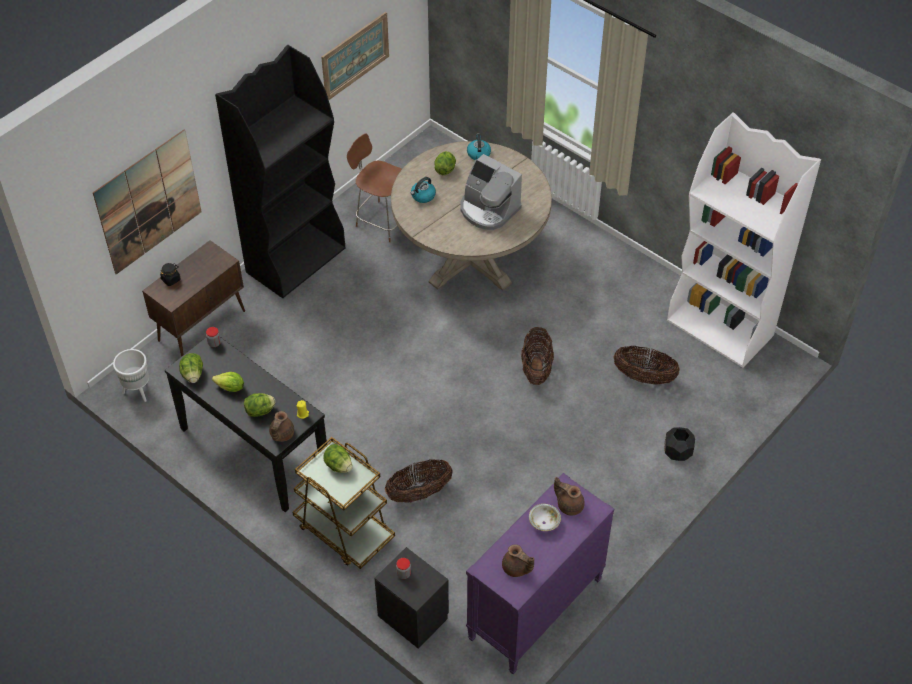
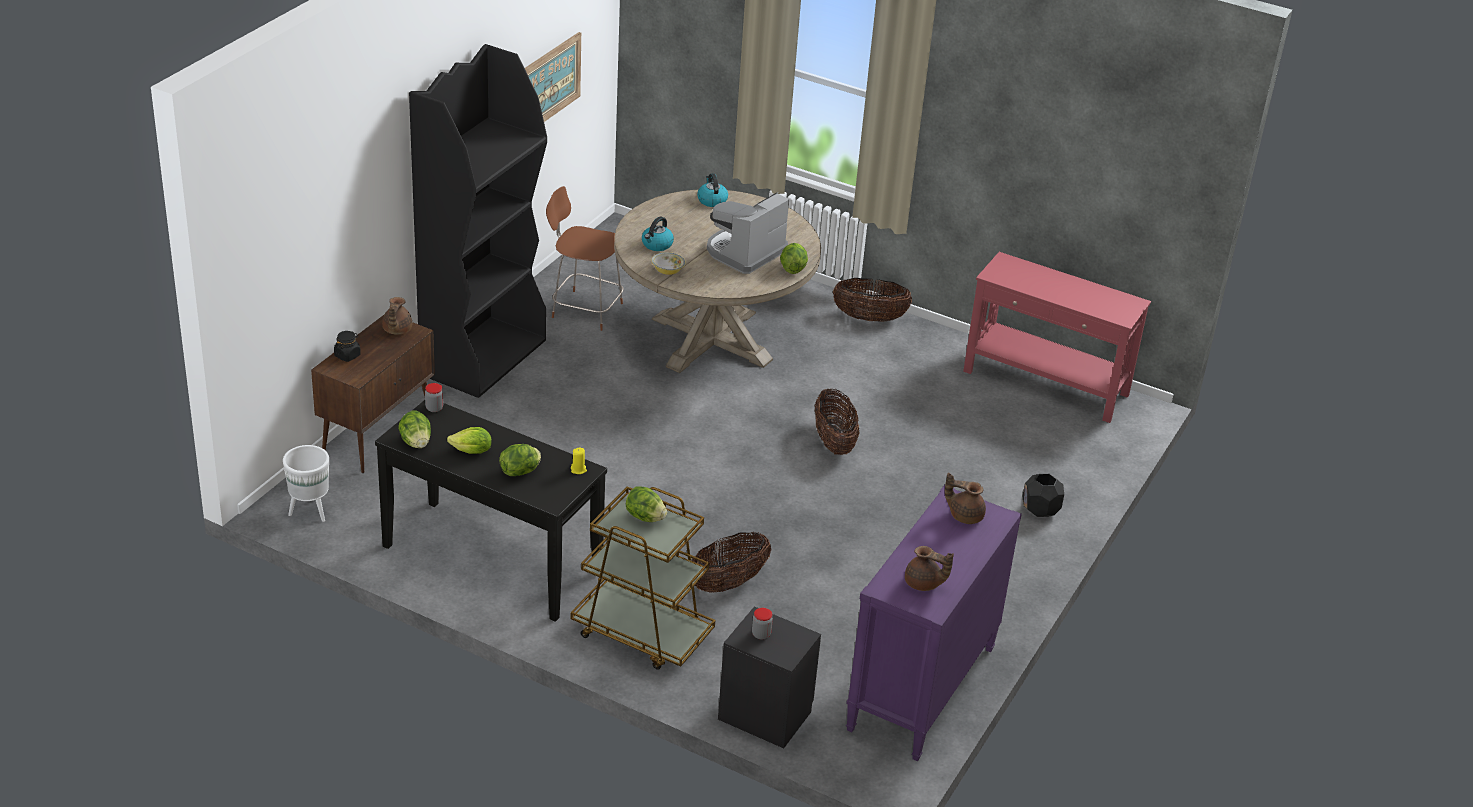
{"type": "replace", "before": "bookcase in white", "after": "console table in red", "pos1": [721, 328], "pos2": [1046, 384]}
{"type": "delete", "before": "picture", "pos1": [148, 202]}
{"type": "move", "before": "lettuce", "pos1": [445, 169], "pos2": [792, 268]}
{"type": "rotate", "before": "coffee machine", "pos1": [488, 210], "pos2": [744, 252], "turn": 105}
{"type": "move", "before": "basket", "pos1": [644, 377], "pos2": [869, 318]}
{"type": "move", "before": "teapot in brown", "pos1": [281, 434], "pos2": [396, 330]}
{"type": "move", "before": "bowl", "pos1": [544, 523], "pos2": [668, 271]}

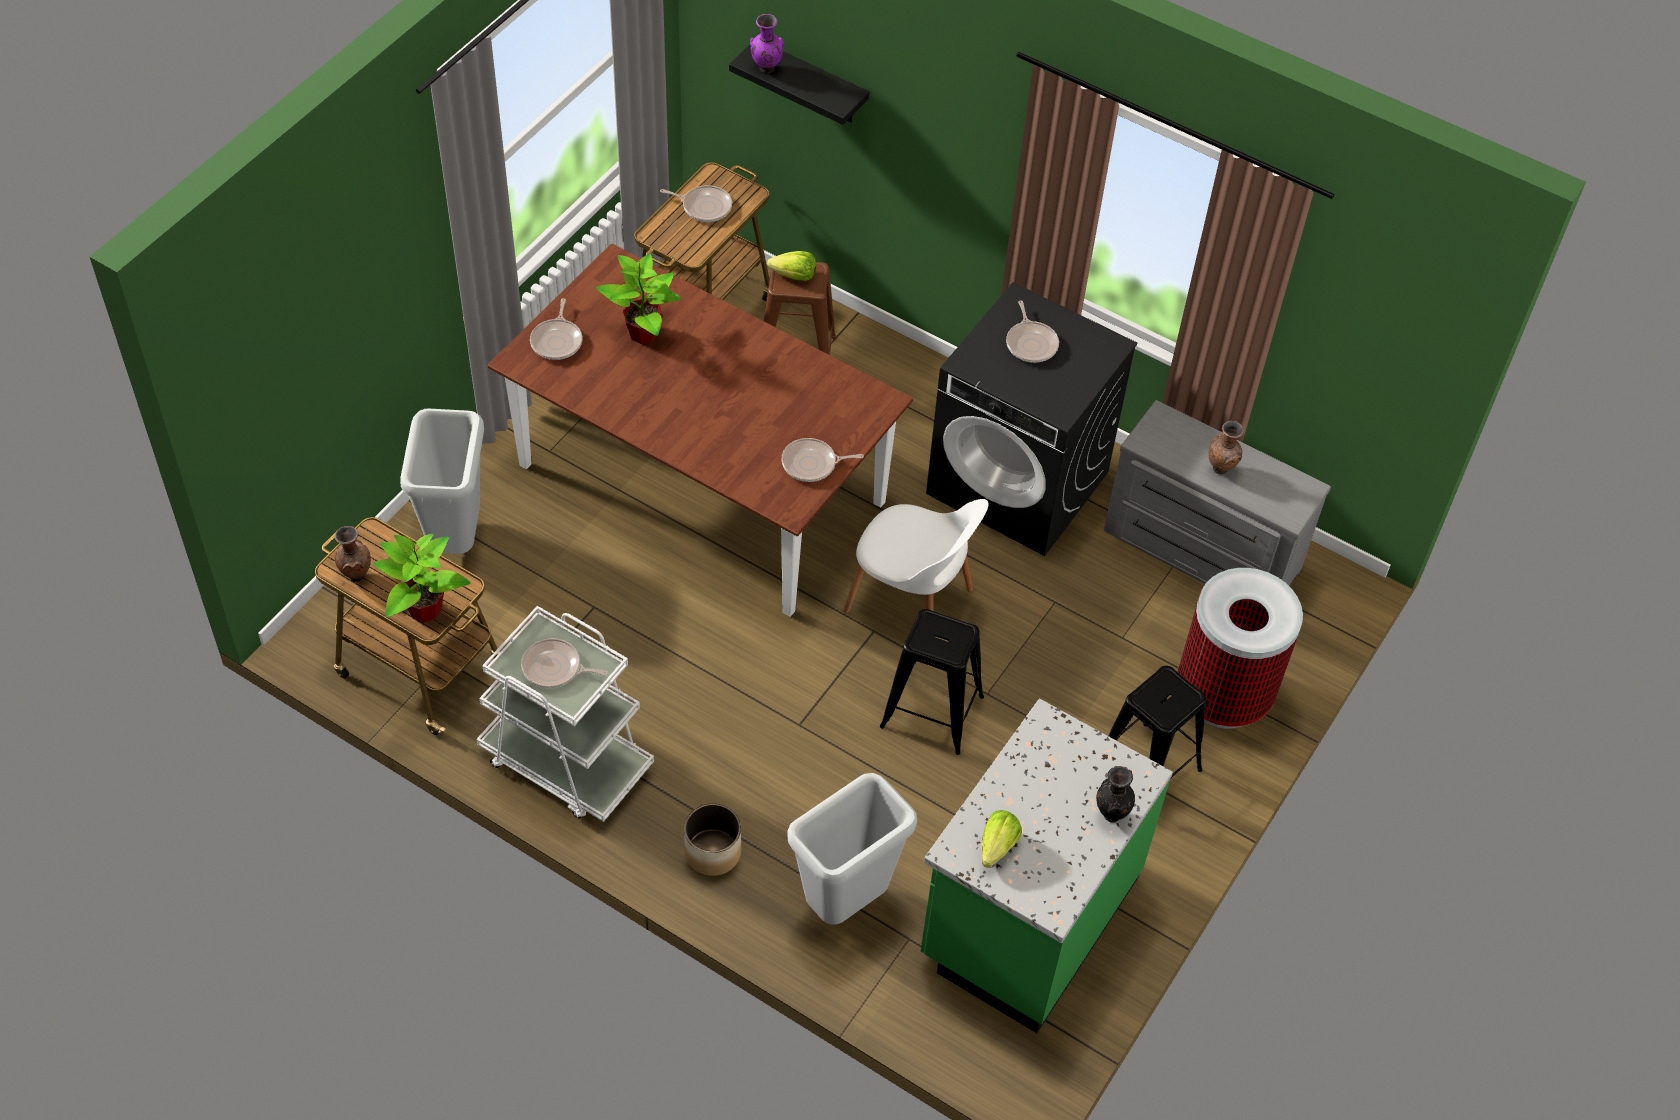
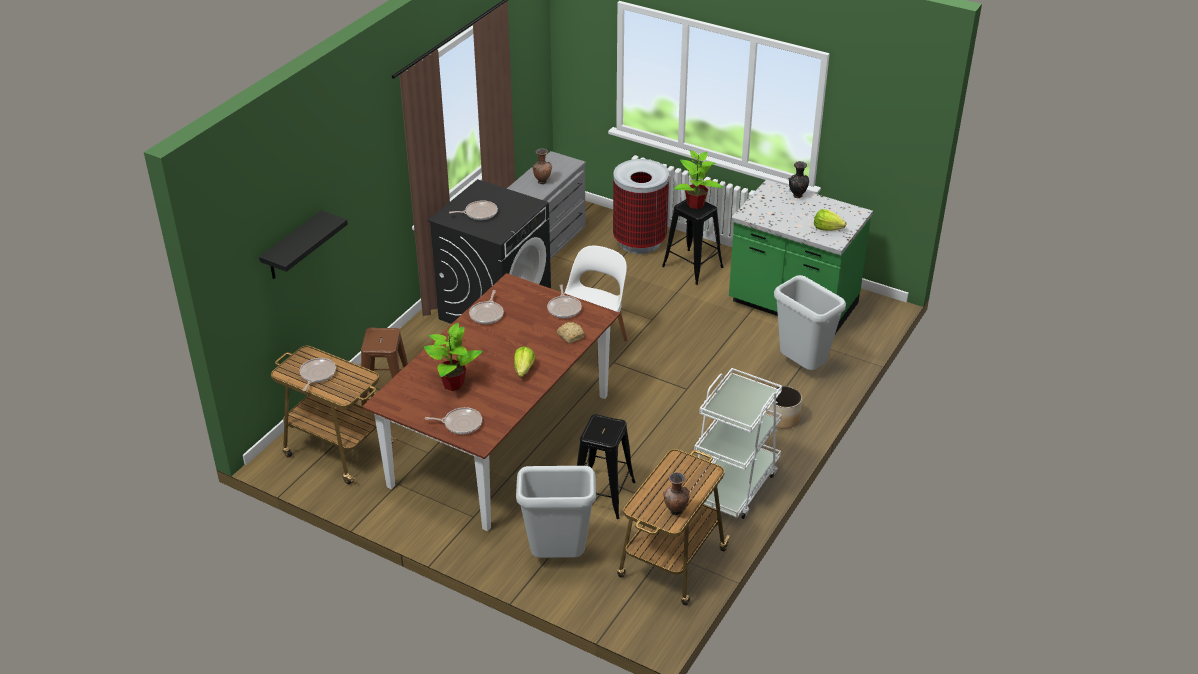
{"type": "delete", "before": "vase in purple", "pos1": [766, 69]}
{"type": "move", "before": "lettuce", "pos1": [794, 276], "pos2": [524, 370]}
{"type": "move", "before": "potted plant", "pos1": [424, 609], "pos2": [695, 204]}
{"type": "move", "before": "stool in black", "pos1": [932, 711], "pos2": [603, 494]}
{"type": "move", "before": "frying pan", "pos1": [555, 668], "pos2": [487, 314]}
{"type": "insert", "after": "bread", "pos2": [570, 336]}

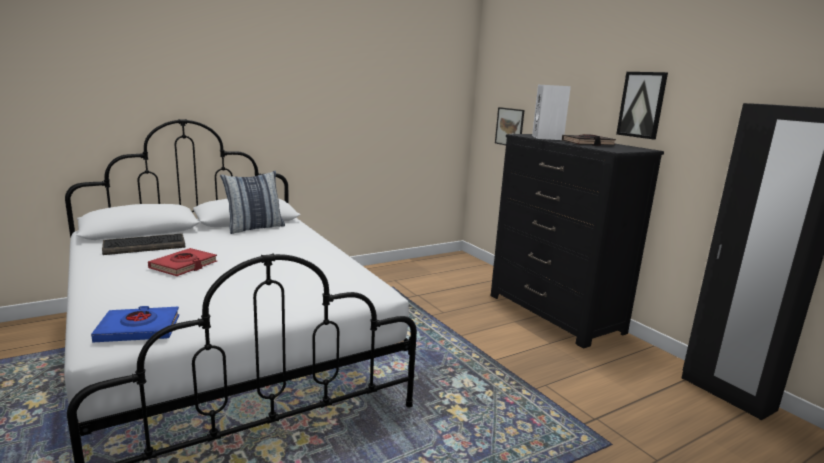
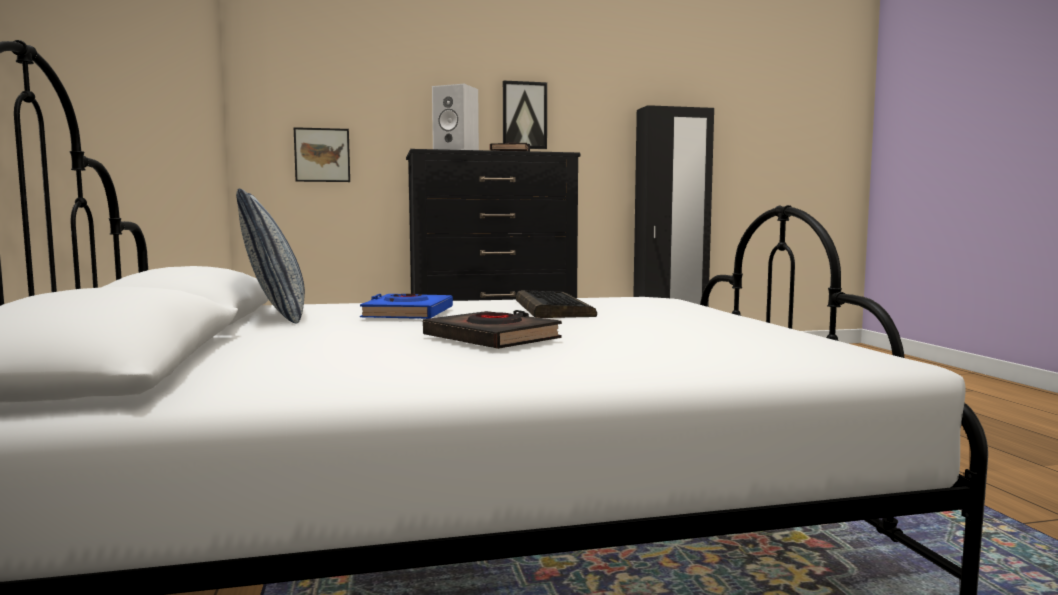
{"type": "move", "before": "keyboard", "pos1": [145, 246], "pos2": [551, 308]}
{"type": "recolor", "before": "book in red", "after": "book in black", "pos1": [184, 266], "pos2": [492, 339]}
{"type": "move", "before": "book in blue", "pos1": [139, 329], "pos2": [408, 314]}

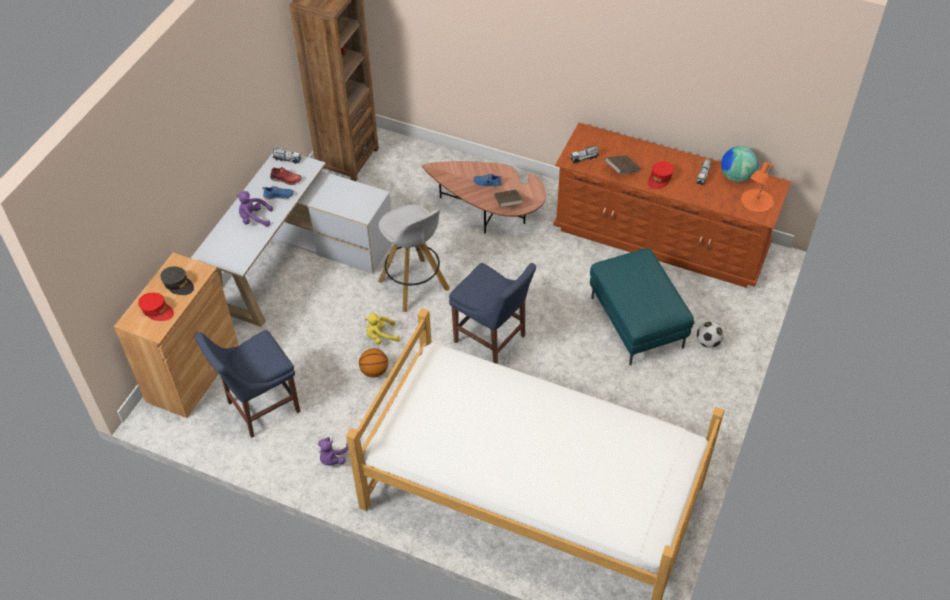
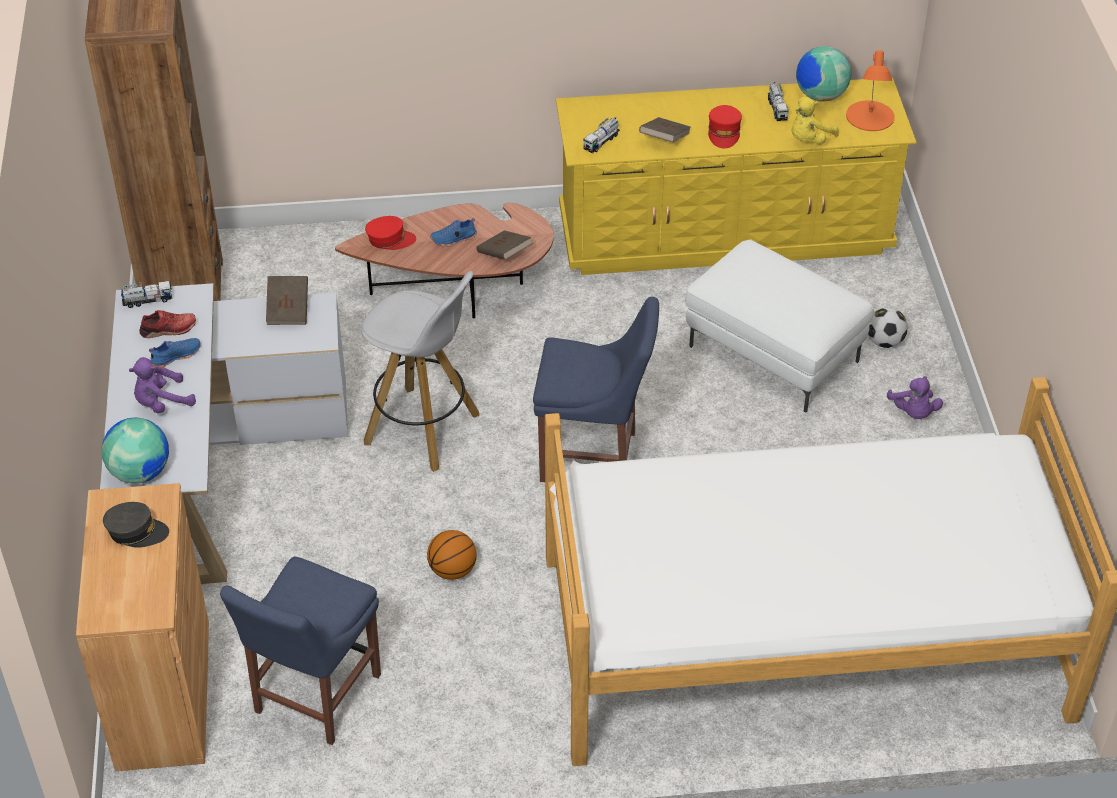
{"type": "recolor", "before": "dresser in brown", "after": "dresser in yellow", "pos1": [660, 238], "pos2": [725, 233]}
{"type": "recolor", "before": "ottoman in turquoise", "after": "ottoman in white", "pos1": [635, 322], "pos2": [772, 354]}
{"type": "move", "before": "cap in red", "pos1": [157, 310], "pos2": [390, 239]}
{"type": "move", "before": "plush toy in yellow", "pos1": [381, 336], "pos2": [809, 139]}
{"type": "move", "before": "plush toy in purple", "pos1": [332, 458], "pos2": [913, 412]}
{"type": "insert", "after": "book in brown", "pos2": [288, 310]}
{"type": "insert", "after": "globe", "pos2": [140, 472]}

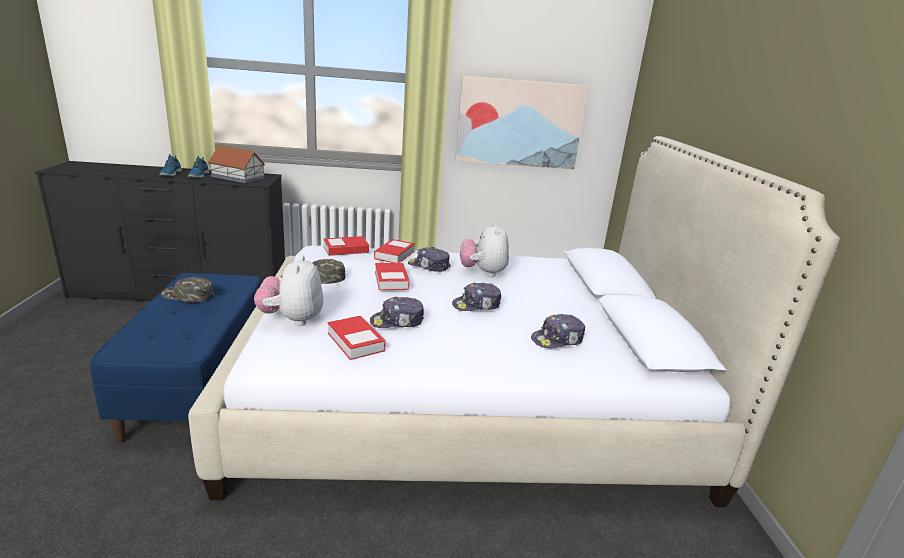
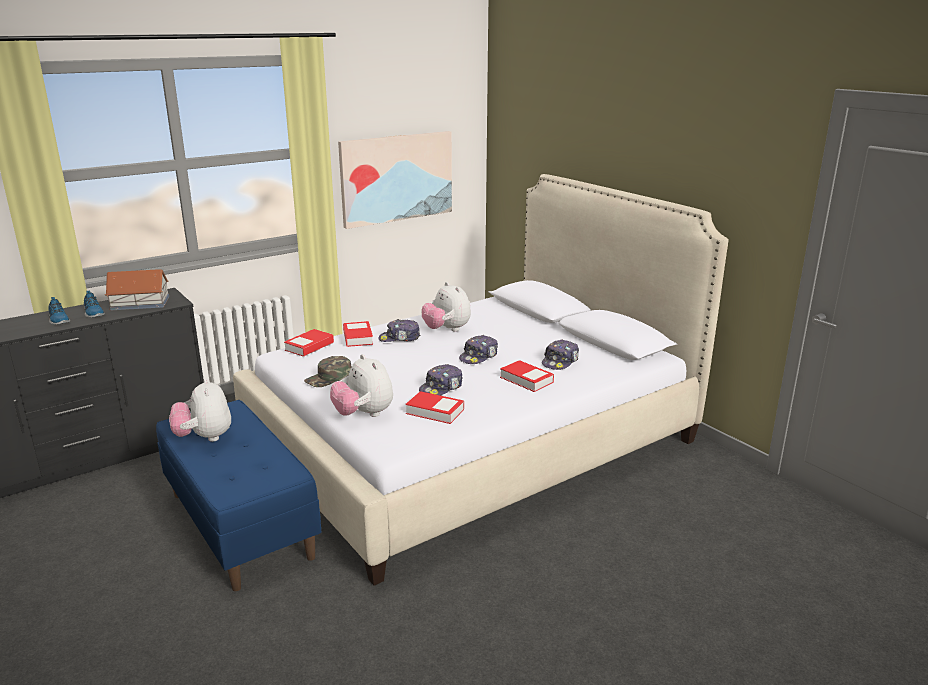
{"type": "move", "before": "book", "pos1": [391, 280], "pos2": [526, 380]}
{"type": "replace", "before": "cap in green", "after": "plush toy", "pos1": [188, 295], "pos2": [204, 437]}

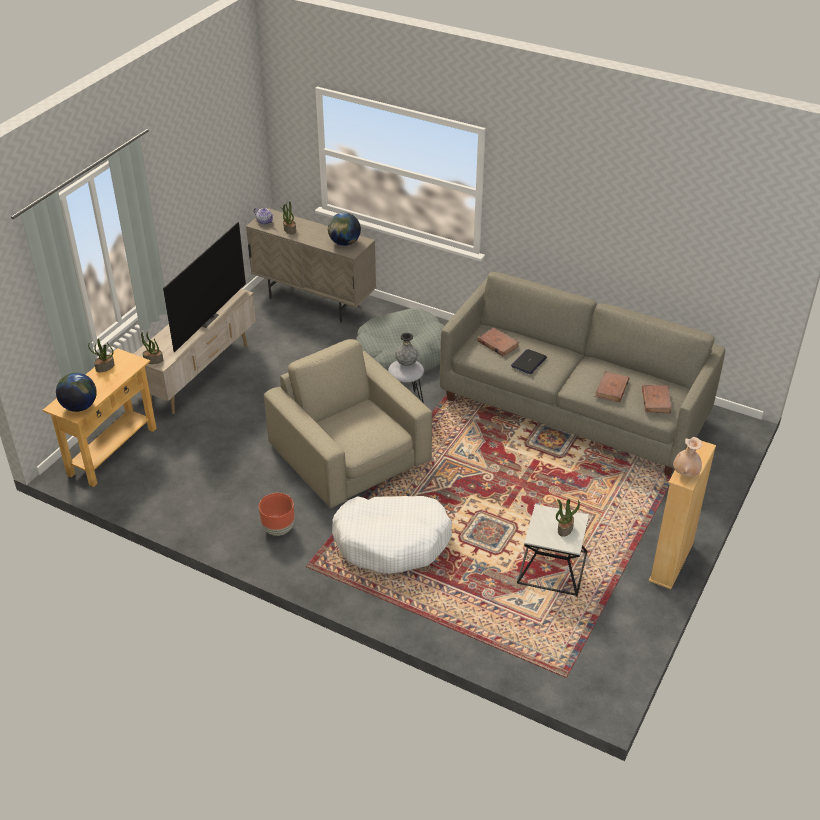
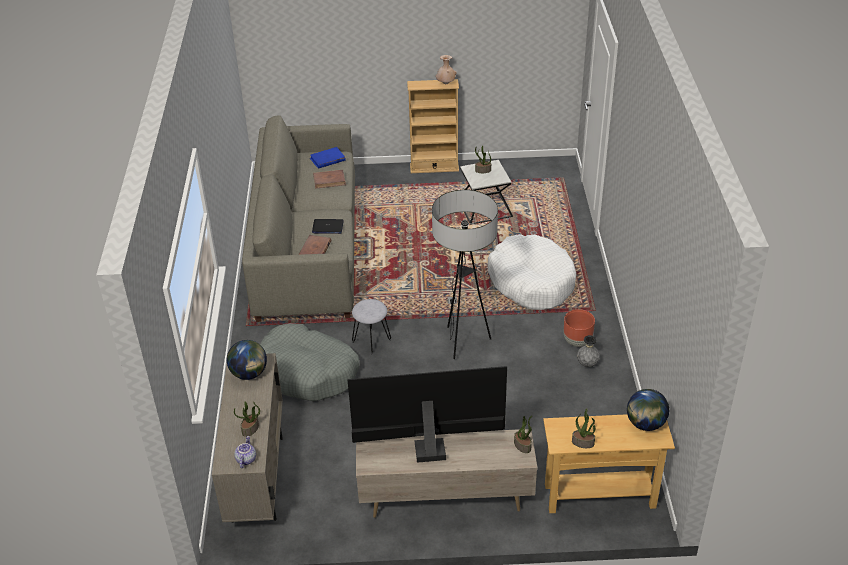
{"type": "move", "before": "vase in grey", "pos1": [406, 364], "pos2": [587, 364]}
{"type": "replace", "before": "armchair in beige", "after": "floor lamp", "pos1": [351, 454], "pos2": [463, 342]}
{"type": "recolor", "before": "book in brown", "after": "book in blue", "pos1": [656, 400], "pos2": [327, 159]}

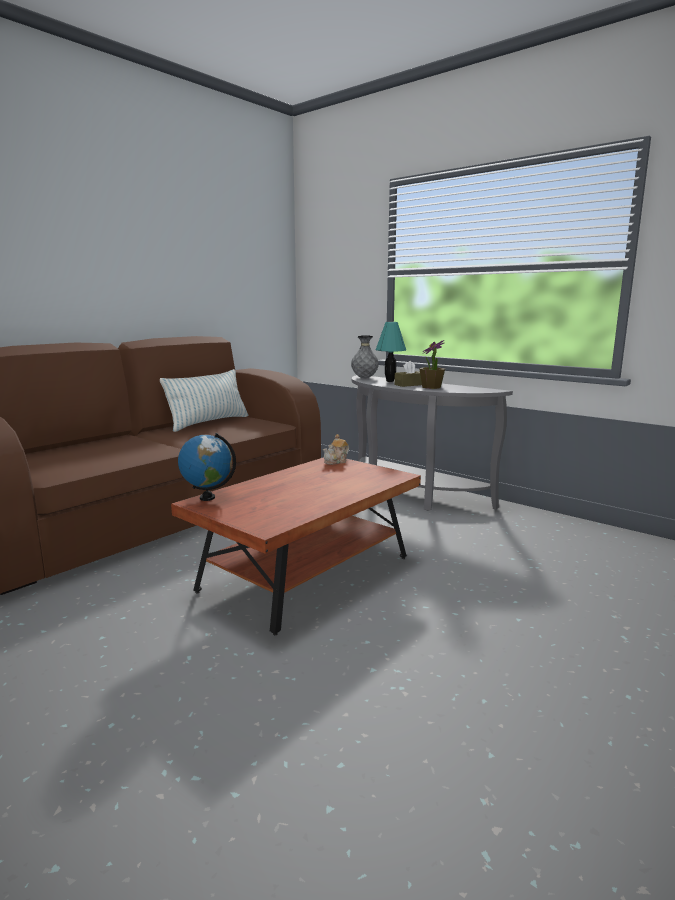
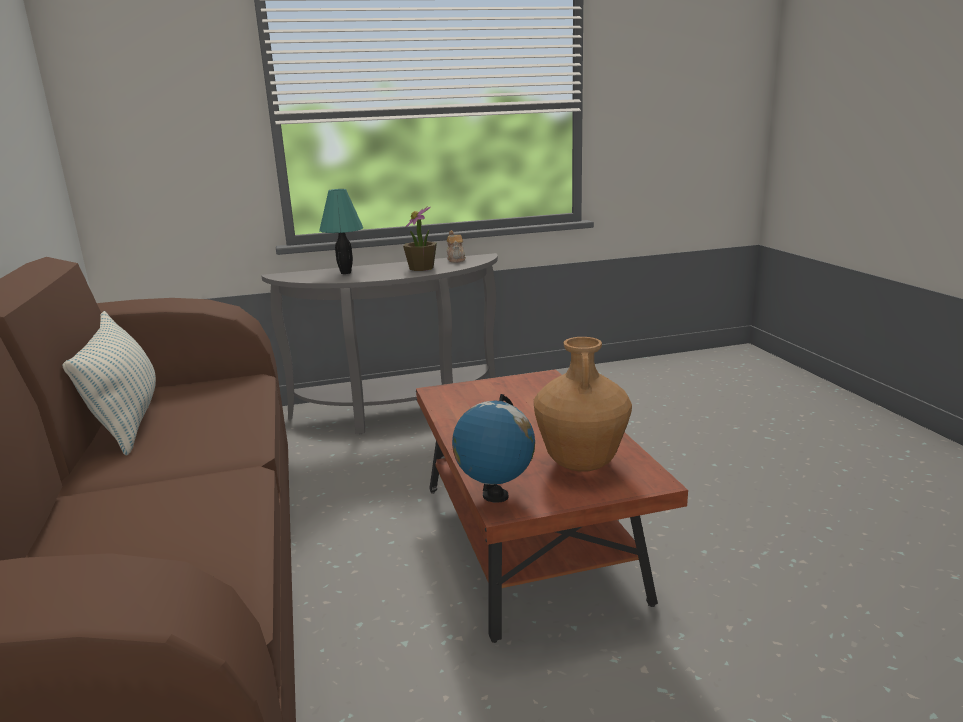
{"type": "delete", "before": "vase in grey", "pos1": [364, 378]}
{"type": "delete", "before": "tissue box in brown", "pos1": [409, 385]}
{"type": "move", "before": "teapot", "pos1": [336, 461], "pos2": [456, 259]}
{"type": "insert", "after": "vase in brown", "pos2": [581, 464]}

